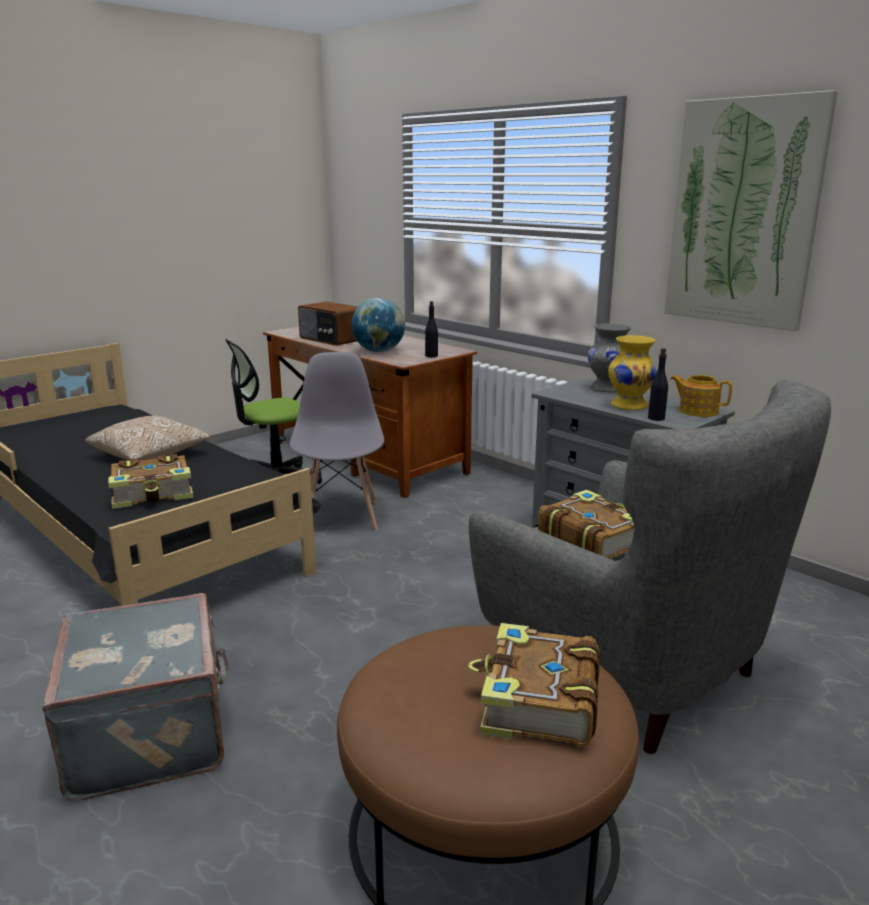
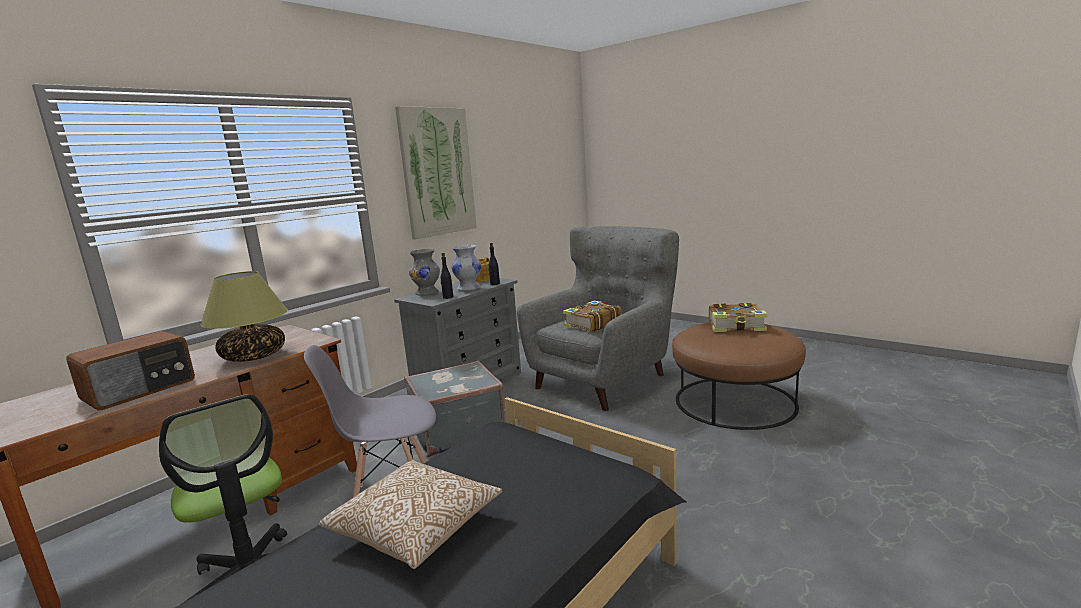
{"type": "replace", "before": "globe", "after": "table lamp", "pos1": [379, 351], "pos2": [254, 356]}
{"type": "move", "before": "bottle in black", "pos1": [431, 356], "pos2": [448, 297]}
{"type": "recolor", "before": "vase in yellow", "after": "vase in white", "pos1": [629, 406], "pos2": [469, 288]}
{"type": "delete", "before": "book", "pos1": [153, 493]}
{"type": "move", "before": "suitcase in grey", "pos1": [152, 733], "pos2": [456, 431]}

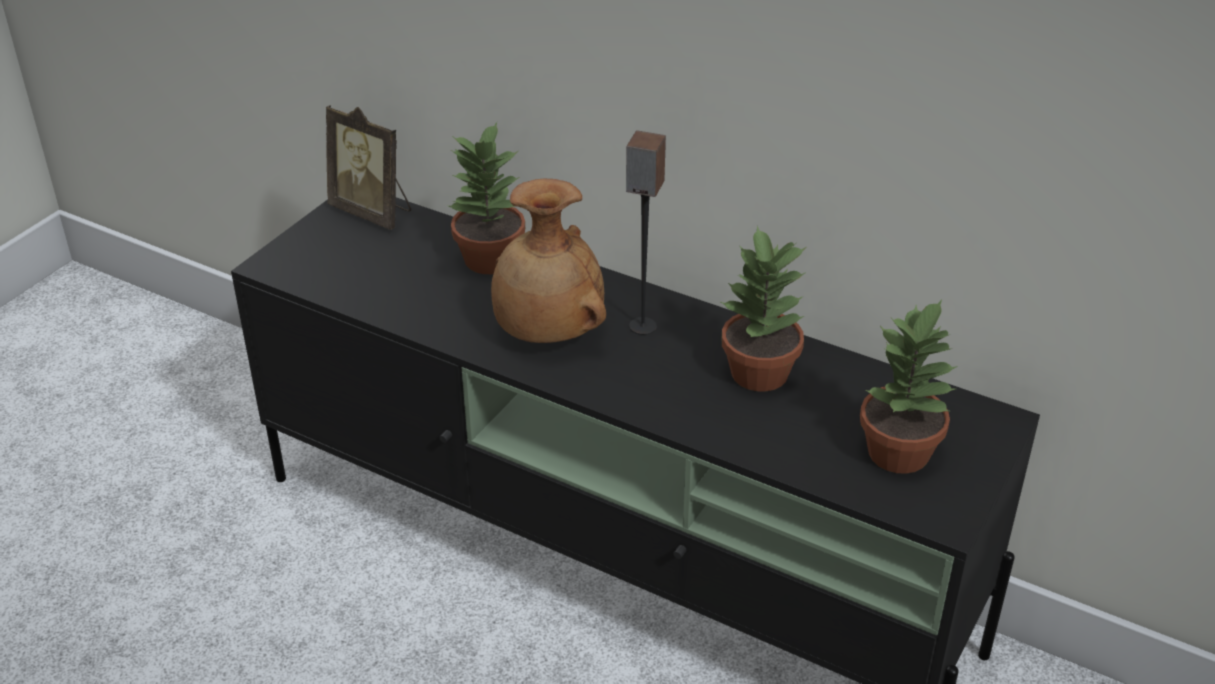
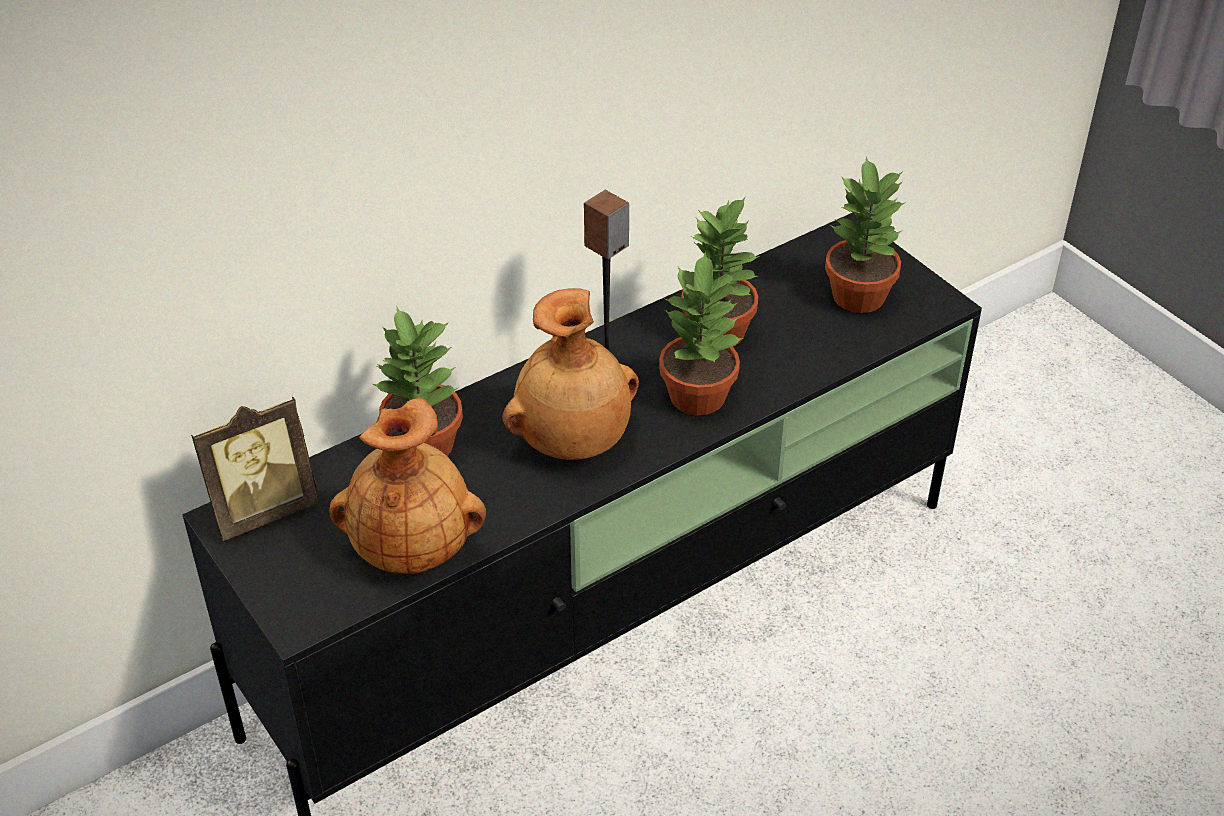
{"type": "insert", "after": "potted plant", "pos2": [699, 395]}
{"type": "insert", "after": "vase in brown", "pos2": [413, 546]}

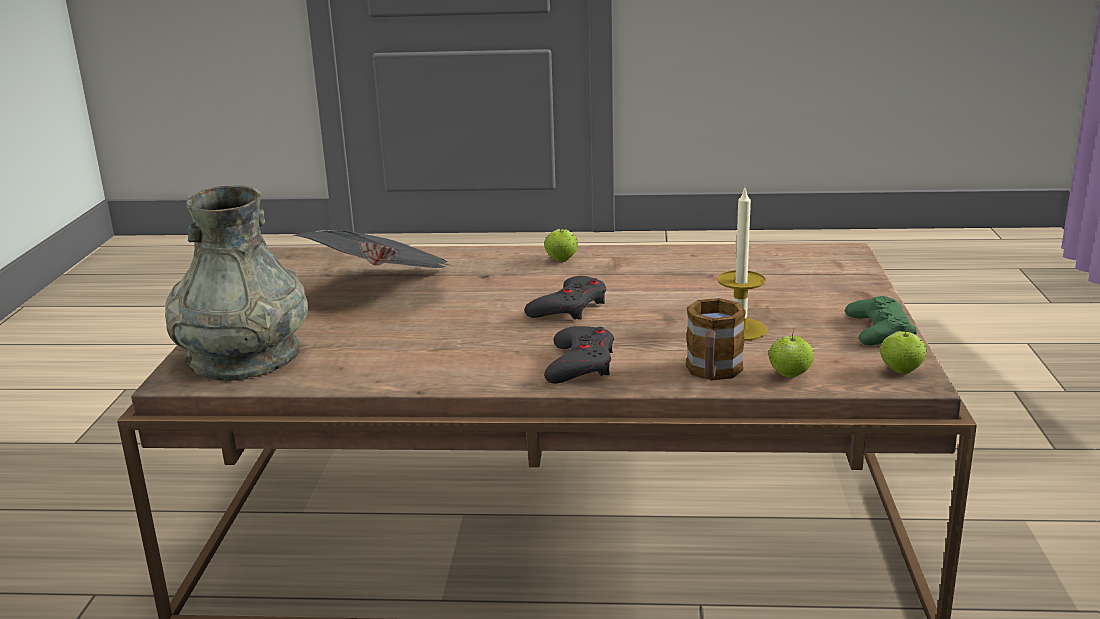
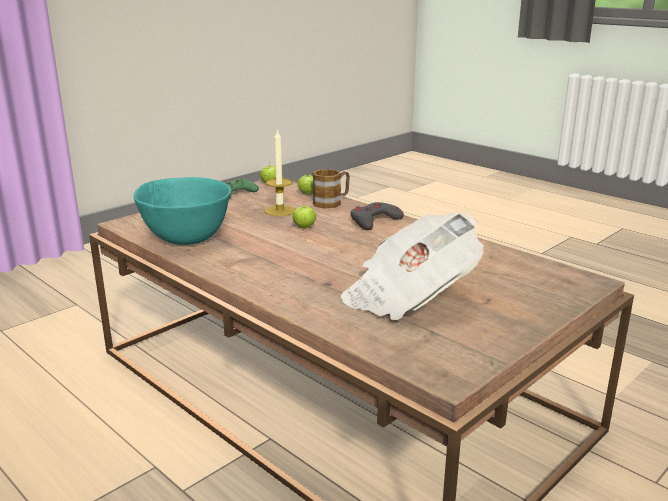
{"type": "delete", "before": "vase in grey", "pos1": [243, 356]}
{"type": "move", "before": "apple", "pos1": [561, 260], "pos2": [304, 227]}
{"type": "delete", "before": "game controller in grey", "pos1": [569, 307]}
{"type": "insert", "after": "bowl in turquoise", "pos2": [186, 238]}

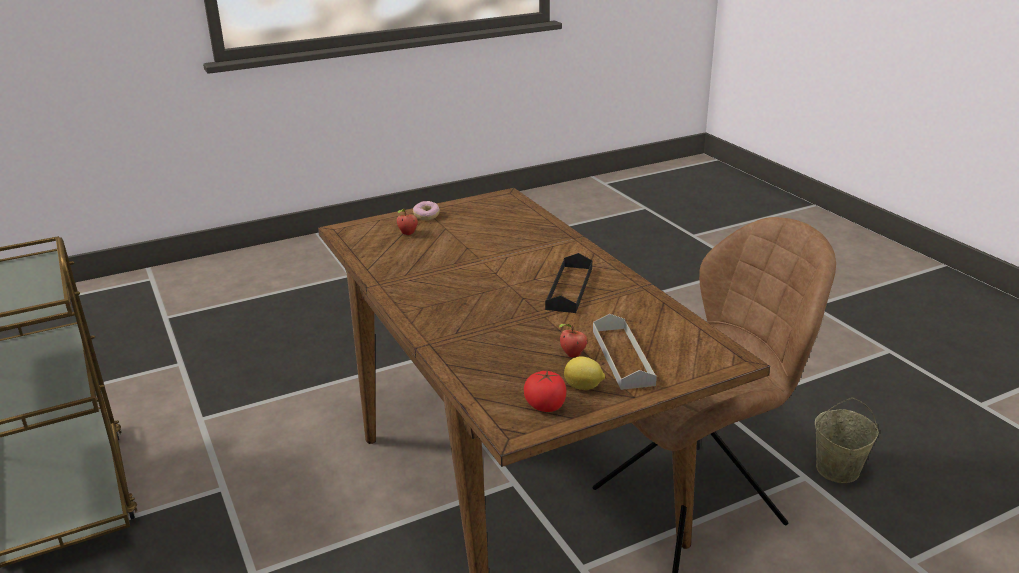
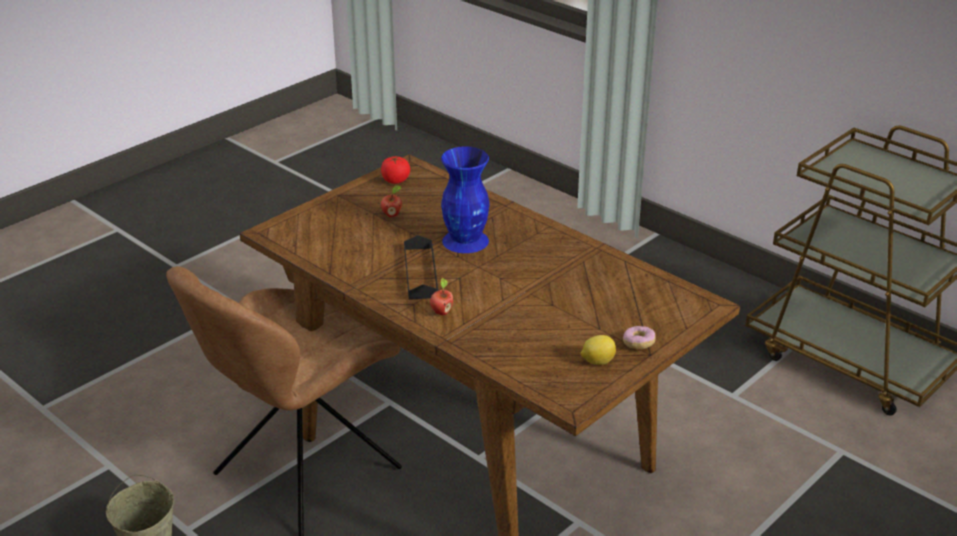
{"type": "move", "before": "apple", "pos1": [408, 234], "pos2": [441, 312]}
{"type": "delete", "before": "tray in grey", "pos1": [622, 357]}
{"type": "move", "before": "lemon", "pos1": [584, 387], "pos2": [597, 361]}
{"type": "insert", "after": "vase in blue", "pos2": [466, 241]}

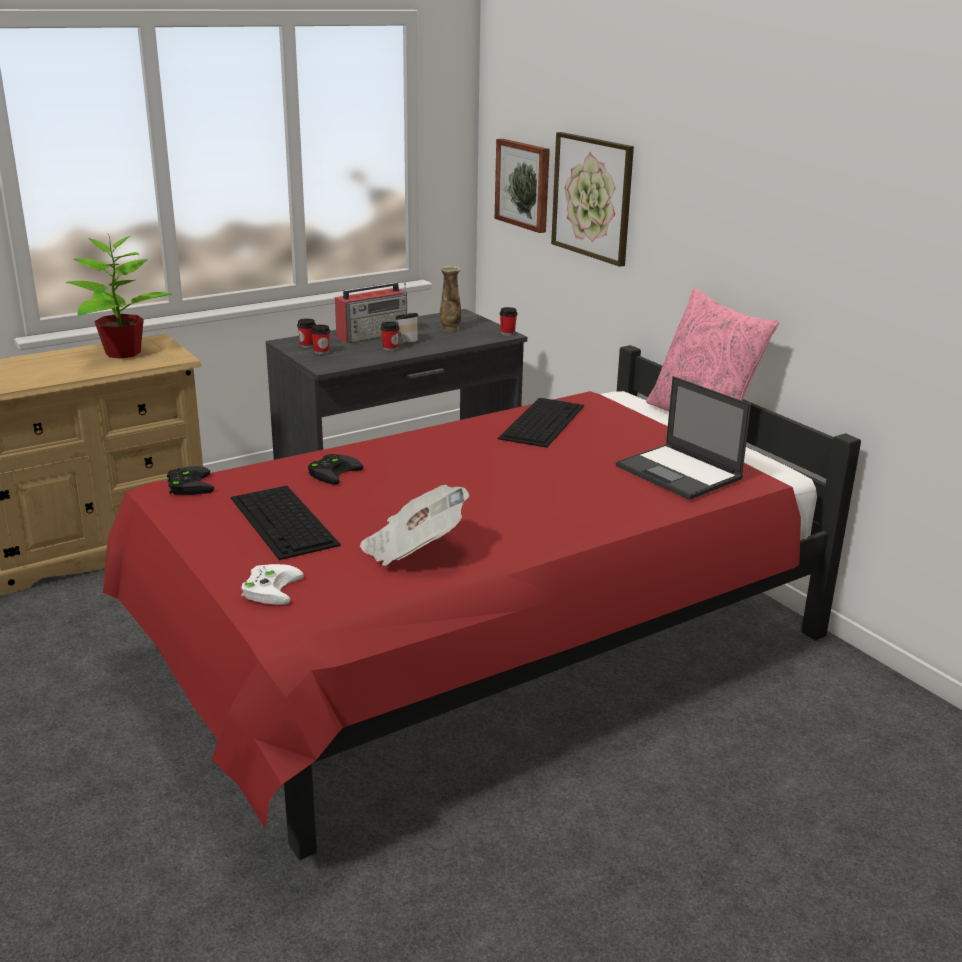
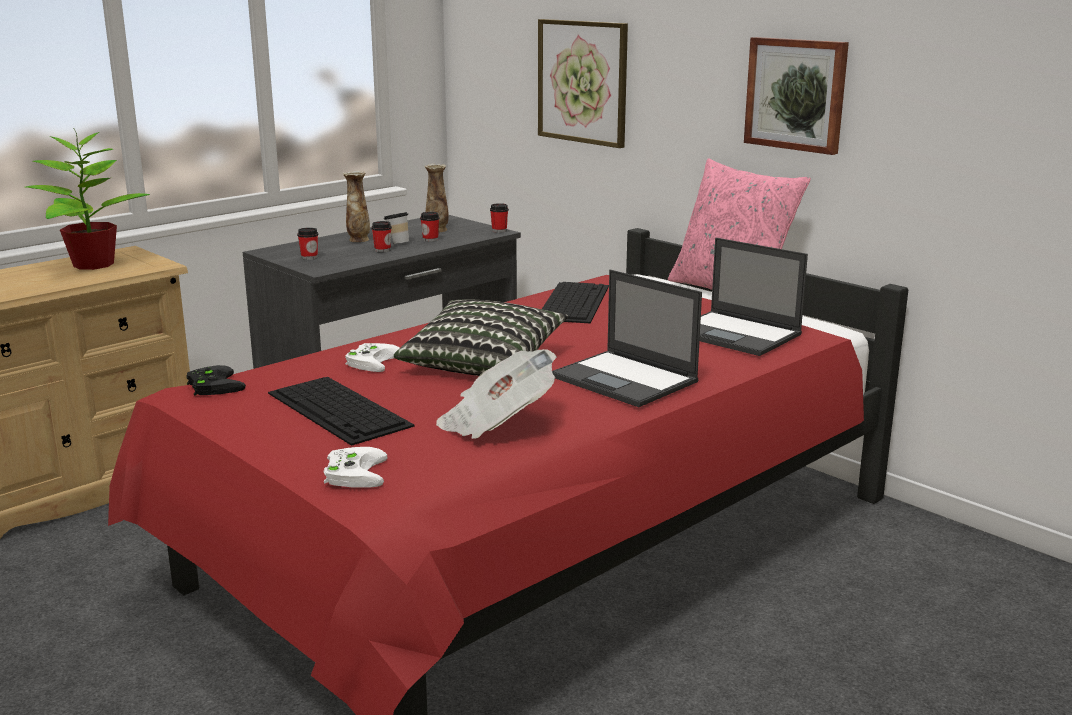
{"type": "move", "before": "picture", "pos1": [524, 184], "pos2": [796, 94]}
{"type": "replace", "before": "radio", "after": "vase", "pos1": [373, 335], "pos2": [358, 240]}
{"type": "move", "before": "cup", "pos1": [307, 346], "pos2": [430, 240]}
{"type": "recolor", "before": "game controller in black", "after": "game controller in white", "pos1": [333, 471], "pos2": [372, 360]}
{"type": "insert", "after": "laptop", "pos2": [625, 379]}
{"type": "insert", "after": "pillow", "pos2": [483, 363]}

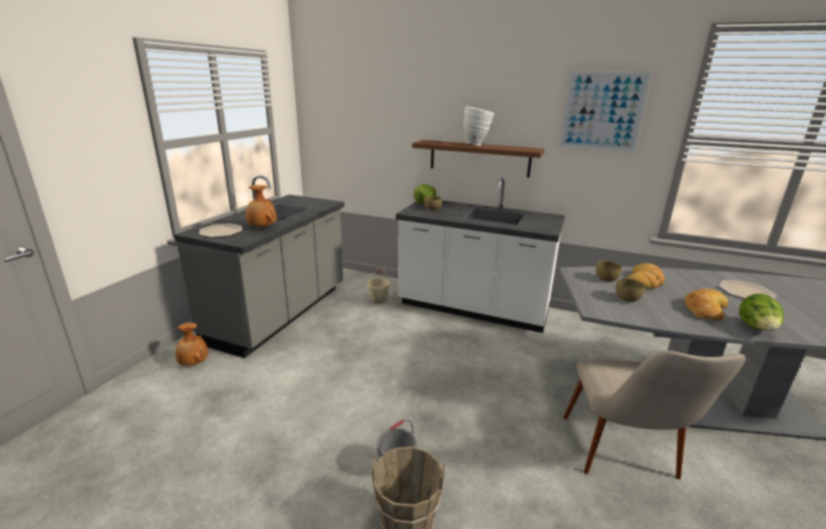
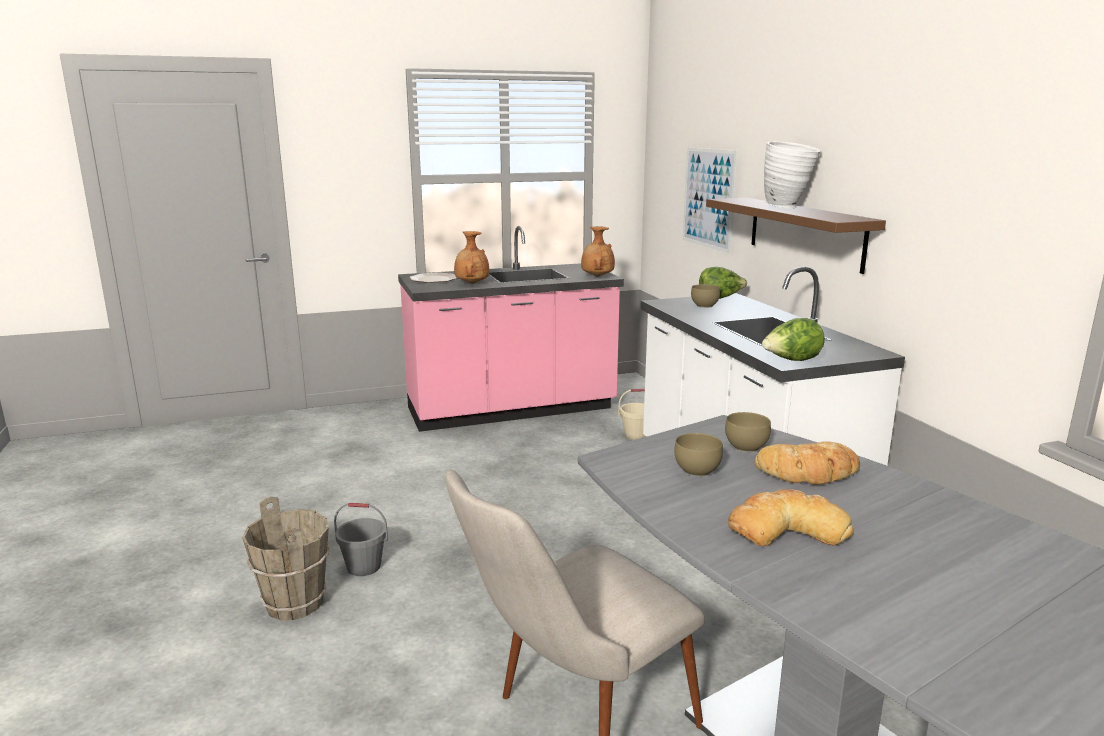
{"type": "move", "before": "picture", "pos1": [602, 111], "pos2": [709, 198]}
{"type": "recolor", "before": "counter in grey", "after": "counter in pink", "pos1": [280, 314], "pos2": [511, 410]}
{"type": "delete", "before": "plate", "pos1": [746, 292]}
{"type": "move", "before": "lettuce", "pos1": [756, 329], "pos2": [791, 361]}
{"type": "move", "before": "vase in brown", "pos1": [193, 363], "pos2": [596, 276]}

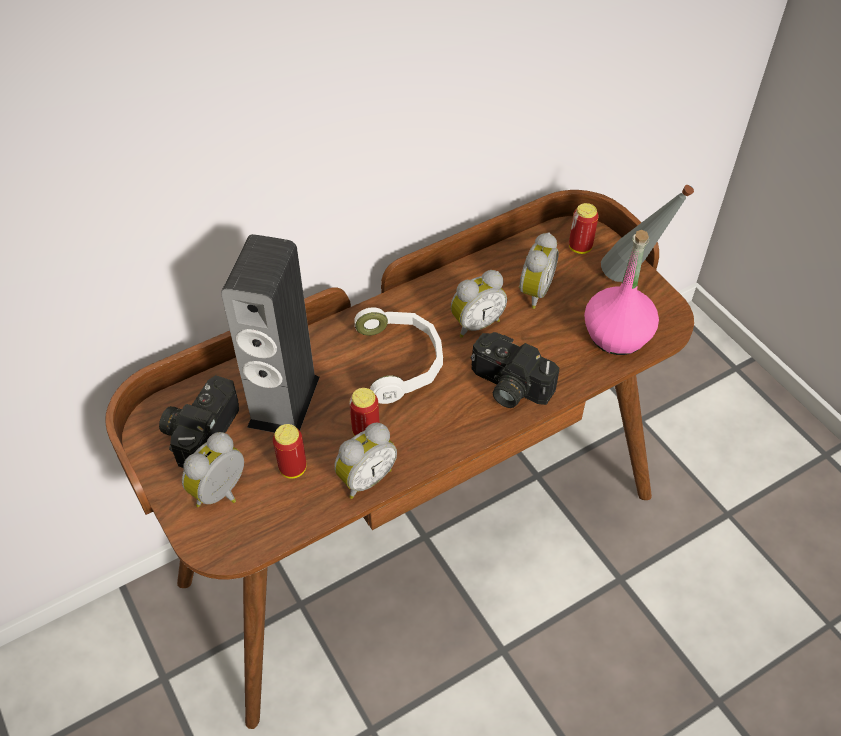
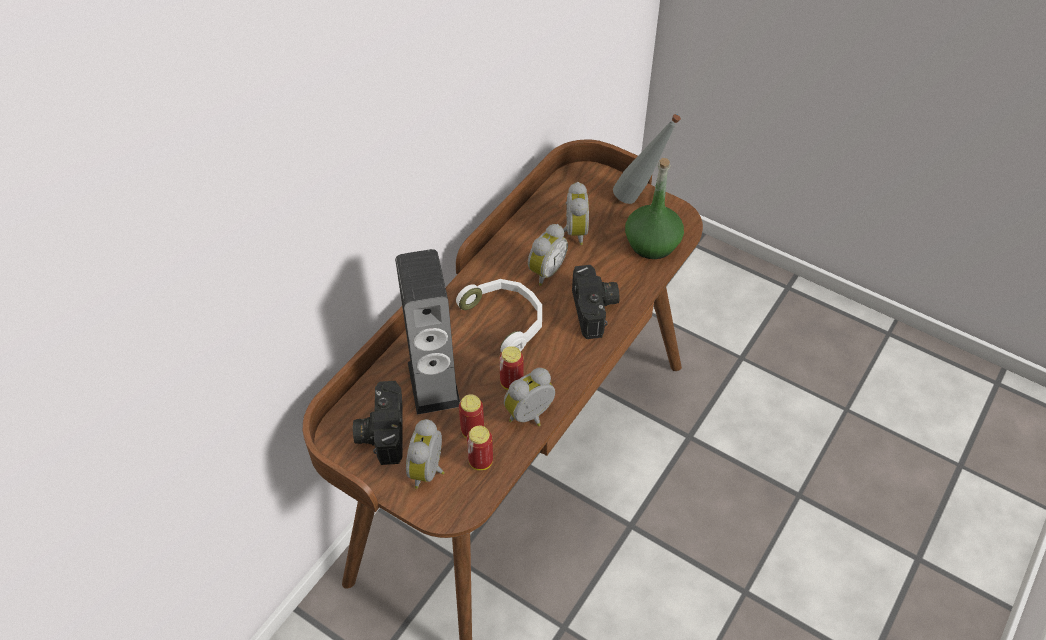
{"type": "move", "before": "can", "pos1": [580, 248], "pos2": [480, 462]}
{"type": "recolor", "before": "bottle in pink", "after": "bottle in green", "pos1": [617, 335], "pos2": [652, 244]}
{"type": "rotate", "before": "photo camera", "pos1": [507, 387], "pos2": [596, 310], "turn": -105}
{"type": "rotate", "before": "alarm clock", "pos1": [365, 478], "pos2": [531, 416], "turn": -150}

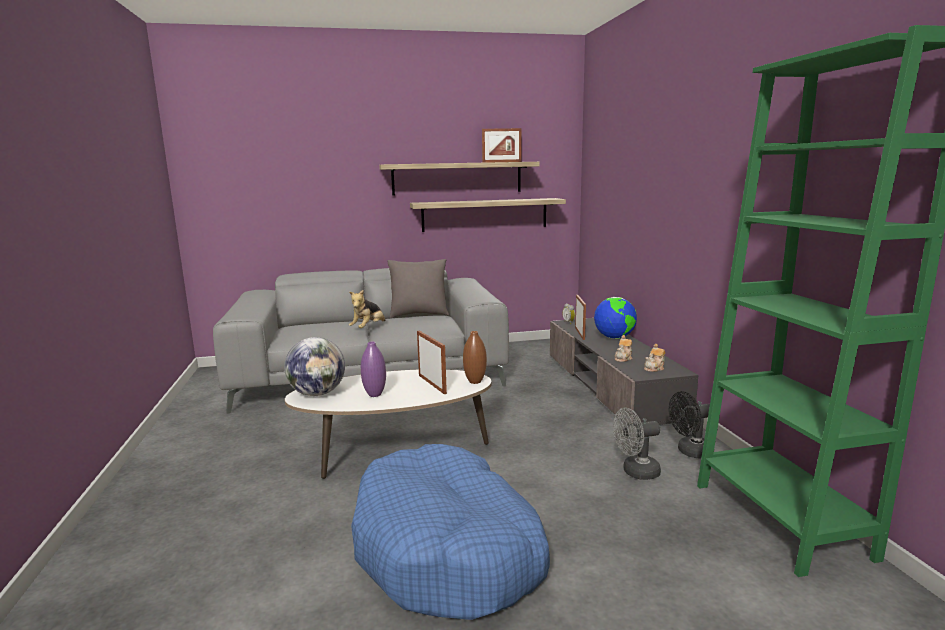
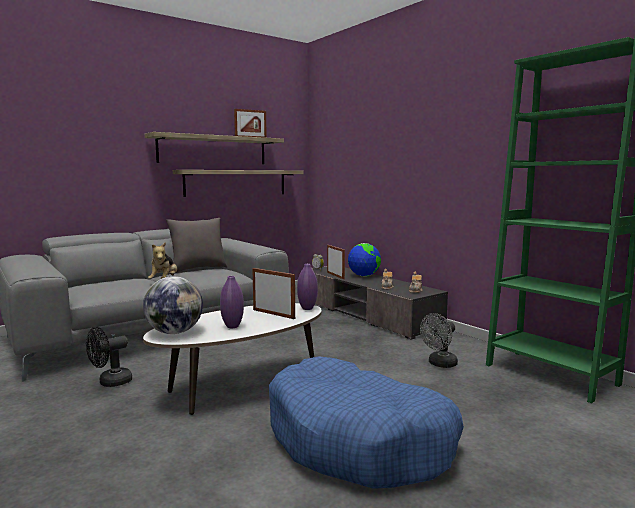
{"type": "recolor", "before": "vase in brown", "after": "vase in purple", "pos1": [475, 381], "pos2": [307, 308]}
{"type": "move", "before": "fan in black", "pos1": [690, 452], "pos2": [110, 382]}

